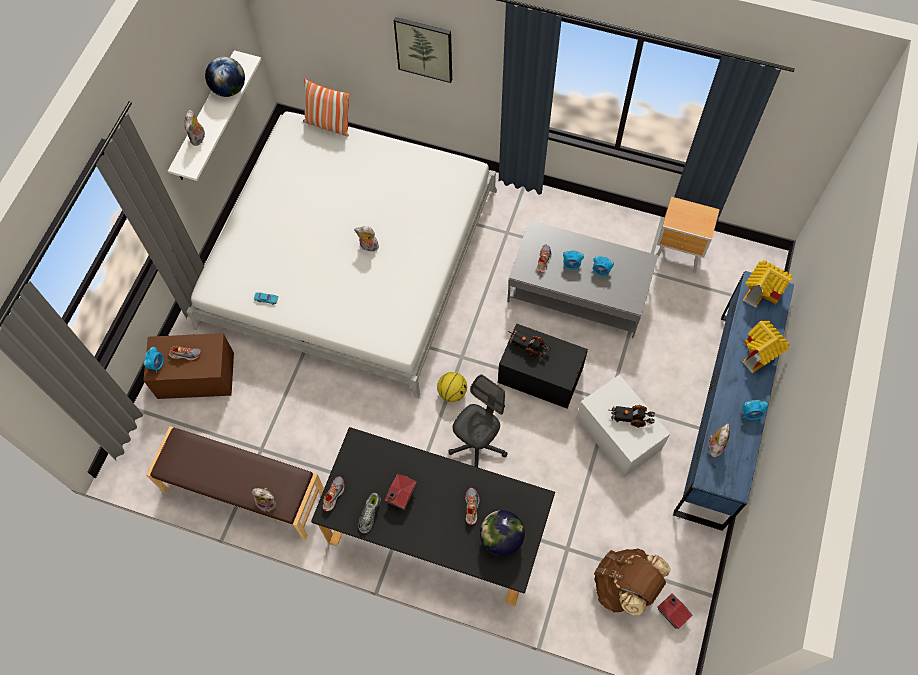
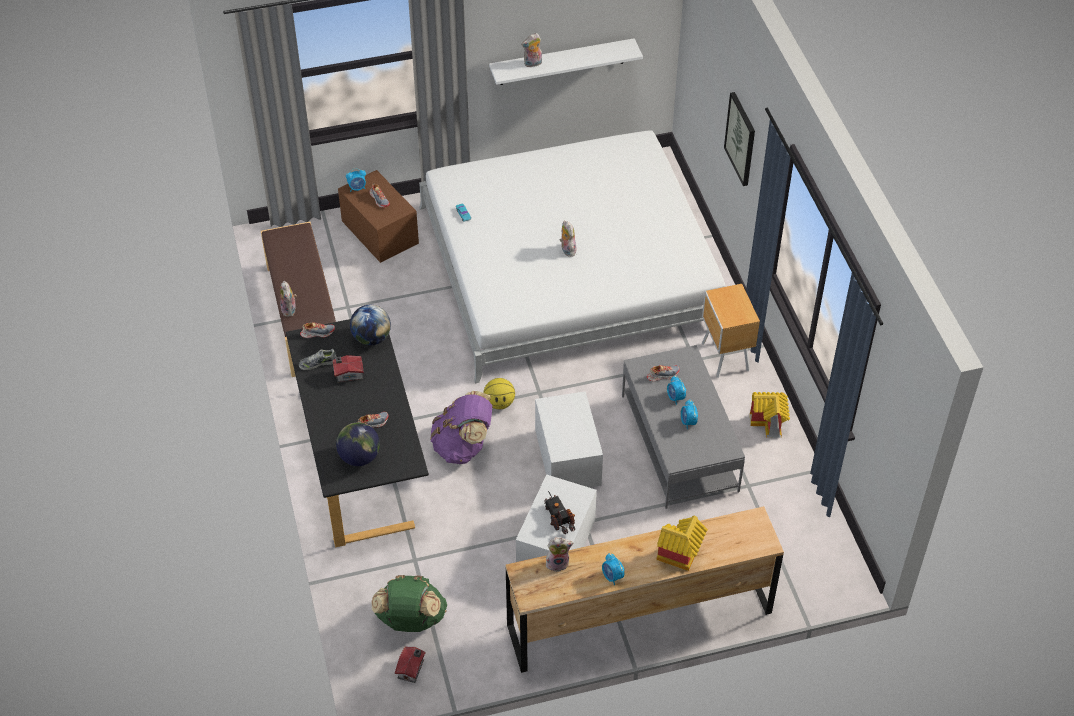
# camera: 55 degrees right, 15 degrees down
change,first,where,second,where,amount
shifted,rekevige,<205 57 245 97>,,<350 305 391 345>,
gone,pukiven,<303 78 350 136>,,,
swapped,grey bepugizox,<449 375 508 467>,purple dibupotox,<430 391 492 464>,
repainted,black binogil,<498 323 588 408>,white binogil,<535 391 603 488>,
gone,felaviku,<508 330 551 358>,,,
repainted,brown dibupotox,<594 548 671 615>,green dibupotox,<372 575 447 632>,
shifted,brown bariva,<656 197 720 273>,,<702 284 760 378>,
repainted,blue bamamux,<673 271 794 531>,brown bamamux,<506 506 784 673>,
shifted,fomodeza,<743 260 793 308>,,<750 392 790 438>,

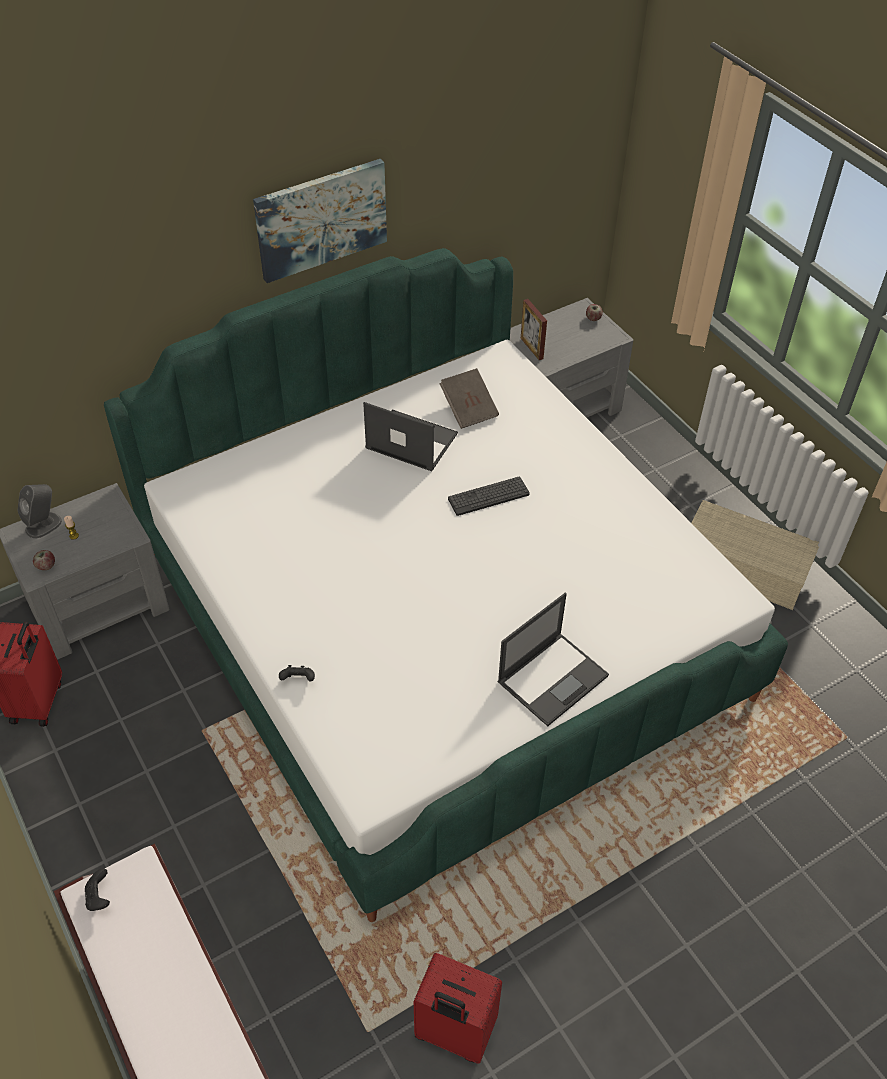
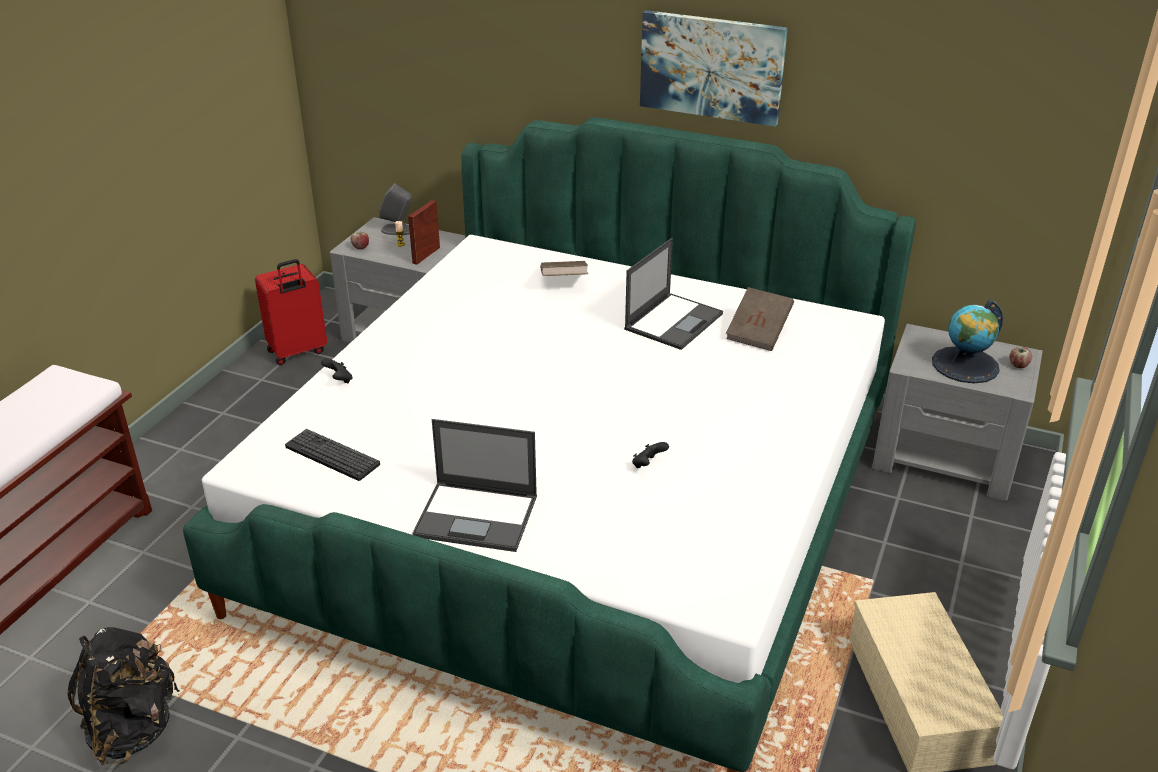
# camera: 55 degrees right, 15 degrees down
change,first,where,second,where,amount
shifted,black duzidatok,<85 868 110 911>,,<632 442 669 468>,
rotated,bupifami,<363 402 458 471>,,<624 238 723 350>,45 degrees clockwise
swapped,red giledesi,<414 953 502 1064>,black dibupotox,<67 627 179 765>,
shifted,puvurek,<448 477 530 516>,,<285 429 380 481>,
shifted,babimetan,<521 299 547 360>,,<408 200 440 265>,
new,,,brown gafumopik,<540 261 588 276>,
new,,,rekevige,<932 300 1003 384>,

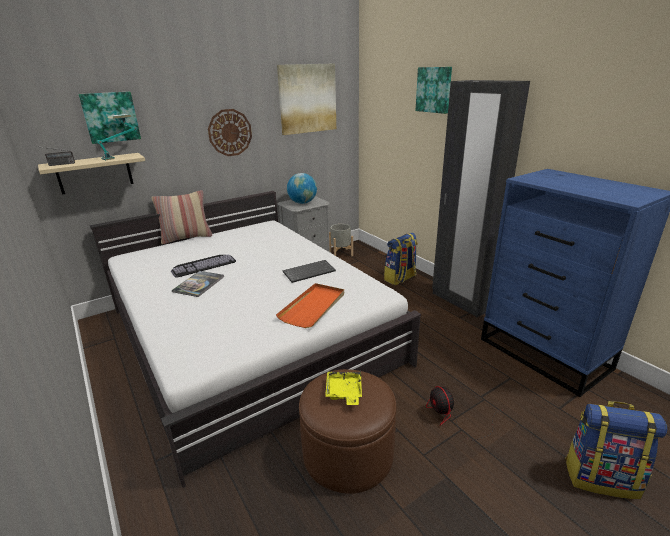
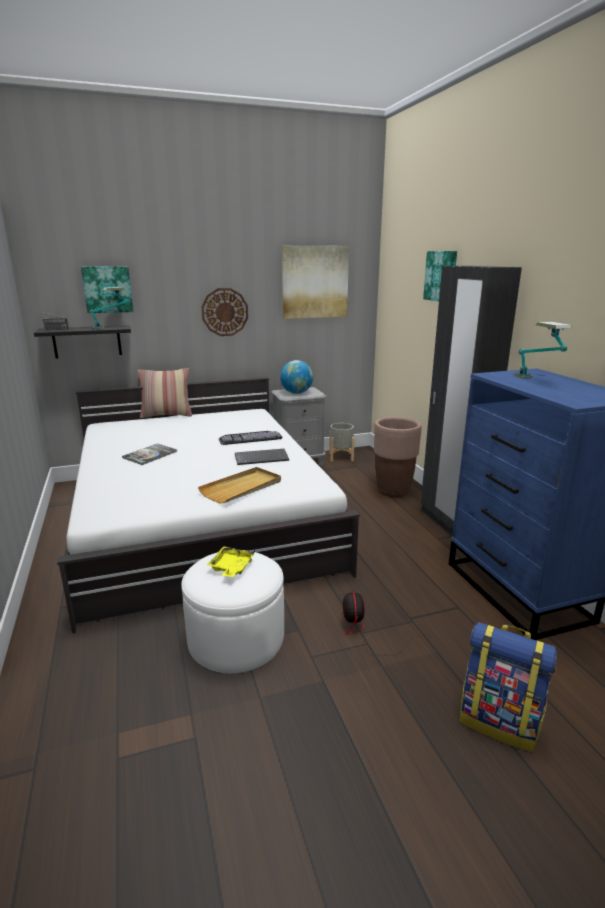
# camera: 15 degrees right, 5 degrees down
change,first,where,second,where,amount
repainted,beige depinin,<38 153 145 195>,black depinin,<34 325 131 358>,
shifted,puvurek,<171 254 236 277>,,<219 431 283 445>,
repainted,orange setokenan,<276 283 344 328>,beige setokenan,<198 467 281 504>,
repainted,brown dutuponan,<299 369 396 494>,white dutuponan,<181 550 284 673>,
swapped,dibupotox,<384 232 418 285>,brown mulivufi,<374 417 421 497>,
new,,,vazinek,<513 322 572 378>,

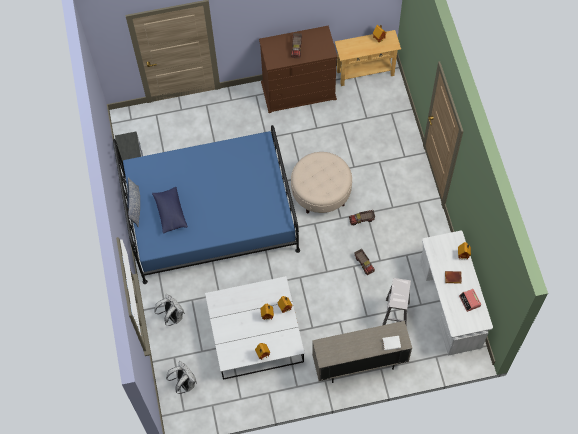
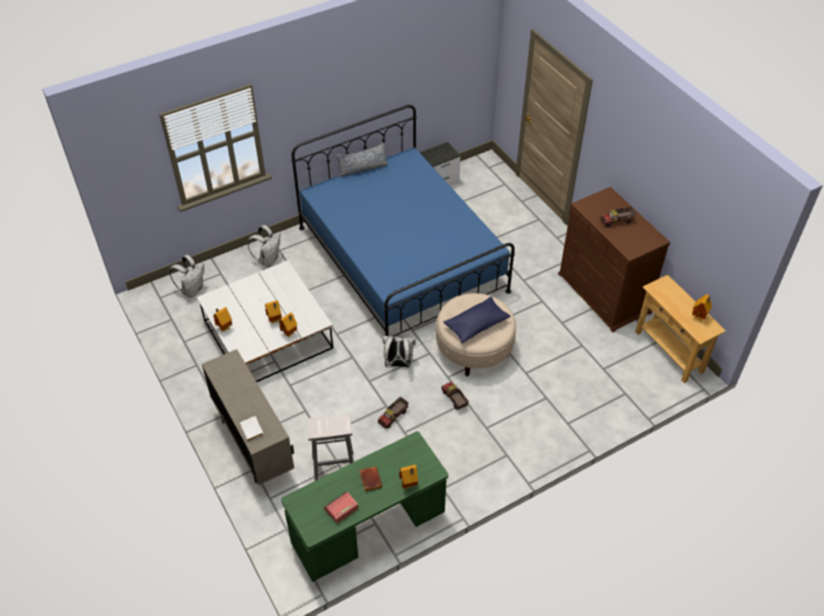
# camera: 70 degrees right, 15 degrees down
change,first,where,second,where,amount
shifted,blue pukiven,<152 187 188 234>,,<443 296 511 343>,
repainted,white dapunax,<420 231 493 355>,green dapunax,<281 431 448 582>,
new,,,white dibupotox,<382 336 416 368>,

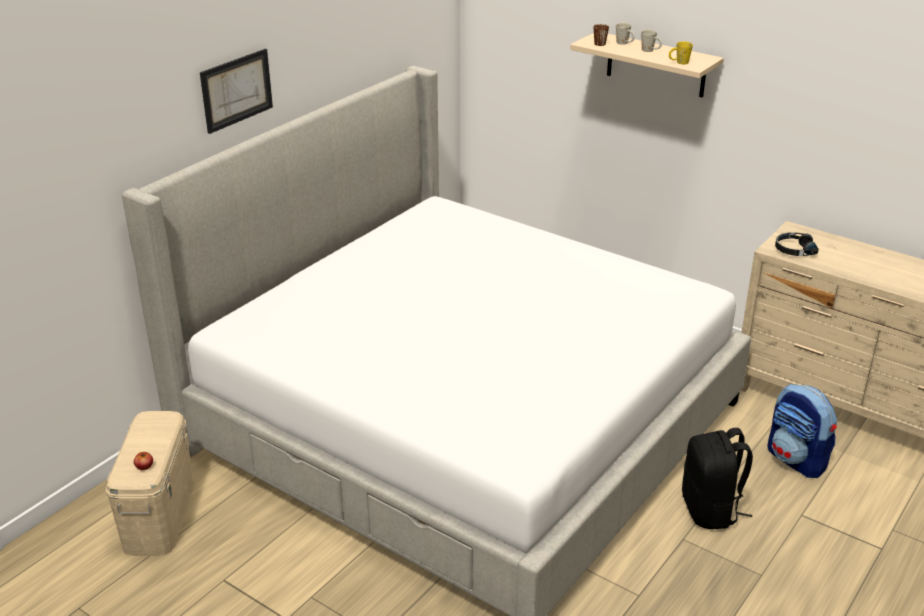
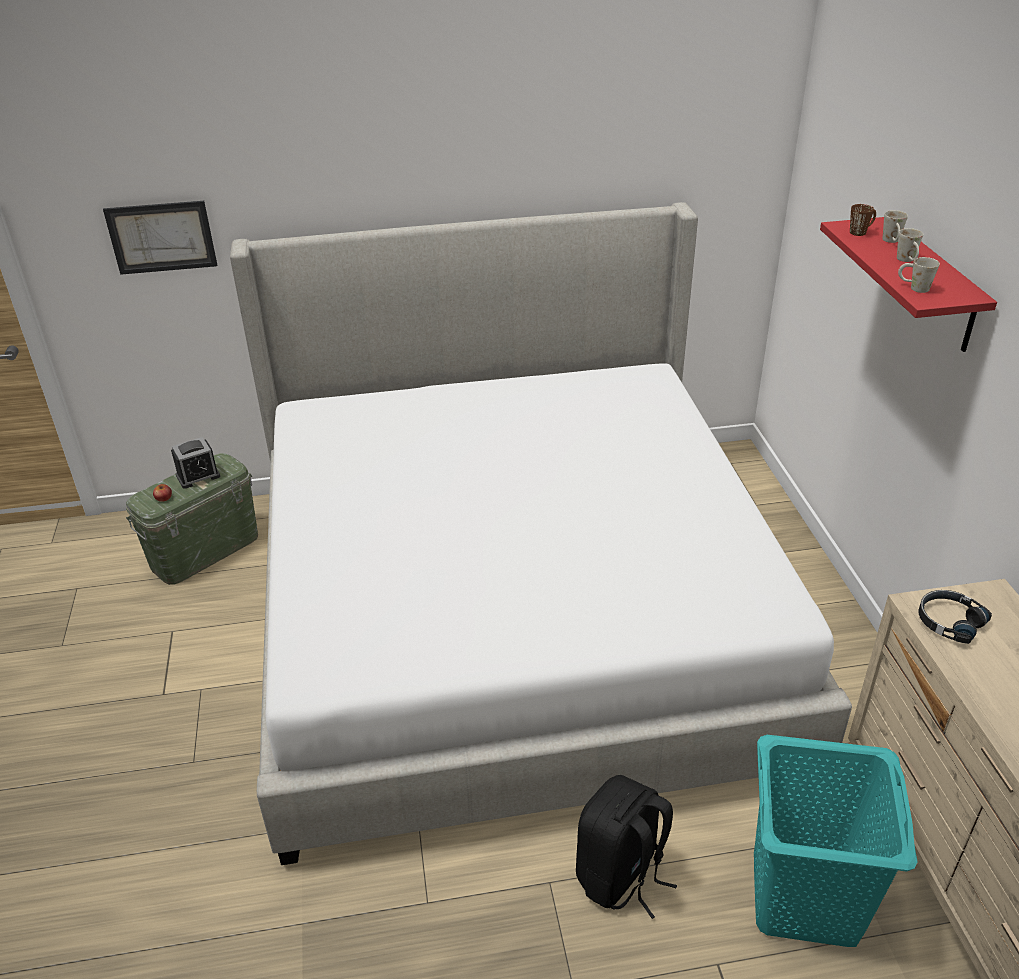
# camera: 45 degrees right, 5 degrees up
change,first,where,second,where,amount
repainted,beige binogil,<106 411 193 556>,green binogil,<126 453 258 585>,
shifted,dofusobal,<200 49 273 134>,,<103 201 217 275>,
repainted,beige depinin,<570 33 724 98>,red depinin,<820 217 997 352>,
repainted,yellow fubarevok,<669 42 693 64>,white fubarevok,<898 257 940 293>,
swapped,dibupotox,<767 384 837 478>,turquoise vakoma,<754 735 918 947>,
new,,,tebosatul,<171 437 220 489>,

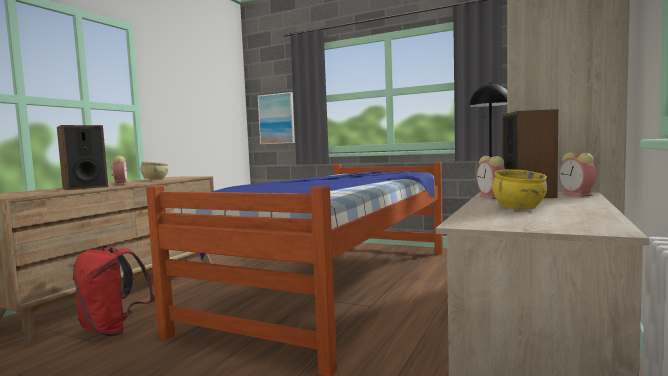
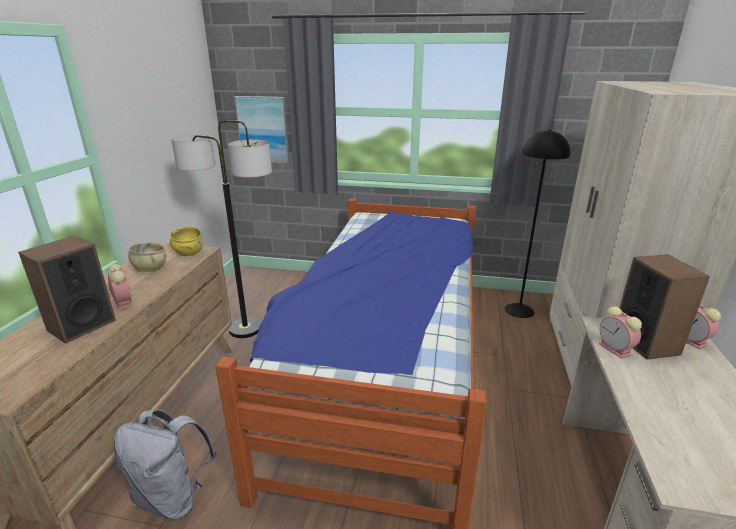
# camera: 15 degrees left, 20 degrees up
change,first,where,second,where,amount
repainted,red dibupotox,<73 245 155 336>,grey dibupotox,<113 409 217 520>,
shifted,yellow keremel,<492 169 547 210>,,<170 226 204 256>,
new,,,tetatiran,<171 120 272 338>,

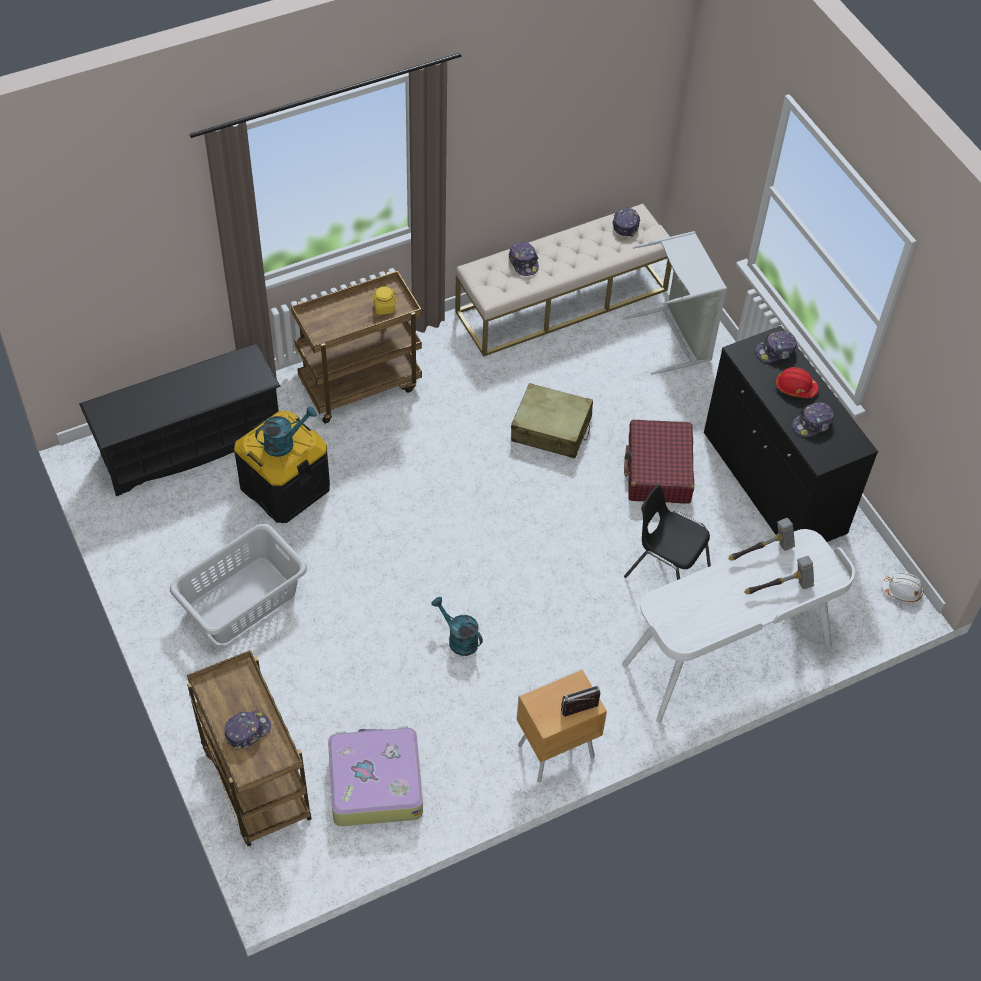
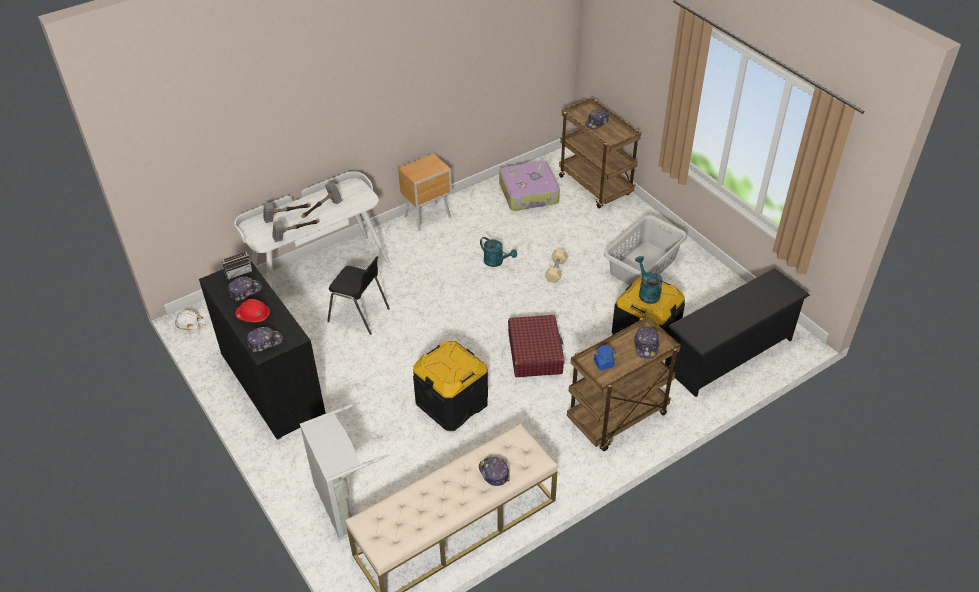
# camera: 175 degrees right, 10 degrees down
change,first,where,second,where,amount
rotated,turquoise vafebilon,<255 406 317 457>,,<635 256 663 304>,105 degrees clockwise
repainted,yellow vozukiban,<371 286 397 315>,blue vozukiban,<593 345 615 370>,
swapped,beige giledesi,<511 383 593 458>,black binogil,<413 341 488 431>,
shifted,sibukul,<561 685 600 717>,,<222 247 252 280>,
shifted,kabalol,<612 207 640 237>,,<634 327 660 359>,
shifted,red giledesi,<624 420 694 504>,,<508 315 564 377>,
new,,,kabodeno,<301 181 342 218>,
new,,,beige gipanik,<545 249 568 283>,

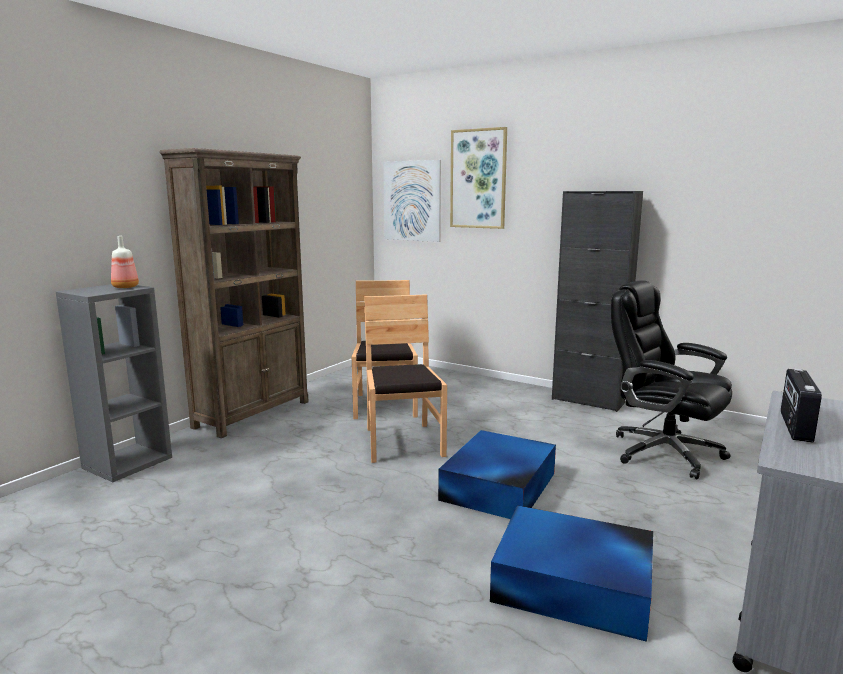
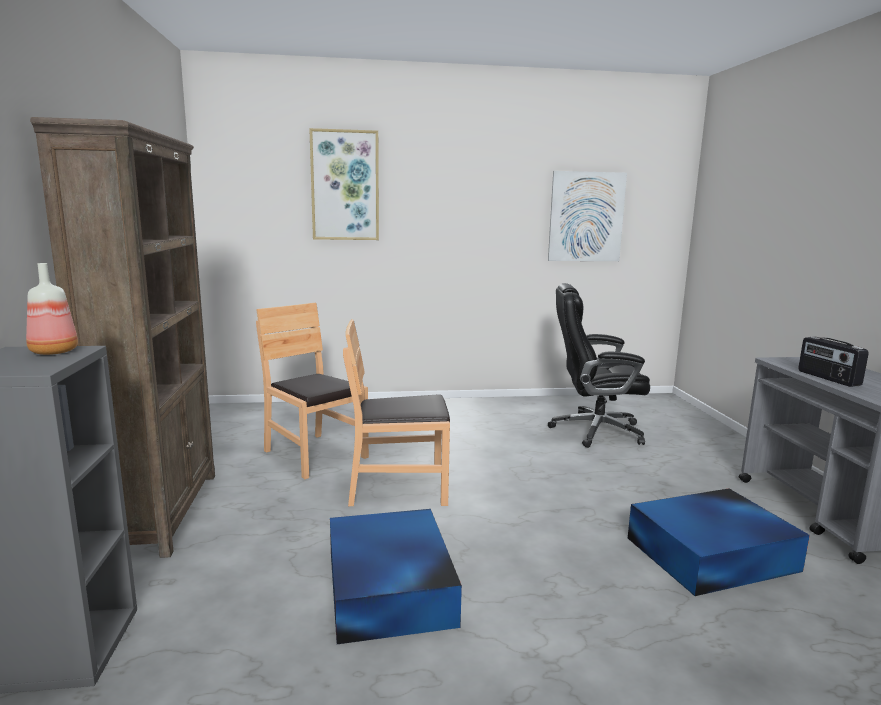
# camera: 40 degrees left, 0 degrees up
change,first,where,second,where,amount
rotated,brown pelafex,<364 294 447 463>,,<343 319 450 506>,45 degrees counterclockwise
shifted,dofusobal,<383 160 441 242>,,<548 171 627 261>,
shifted,blue binogil,<438 430 556 519>,,<330 509 462 644>,
gone,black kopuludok,<552 191 643 412>,,,

